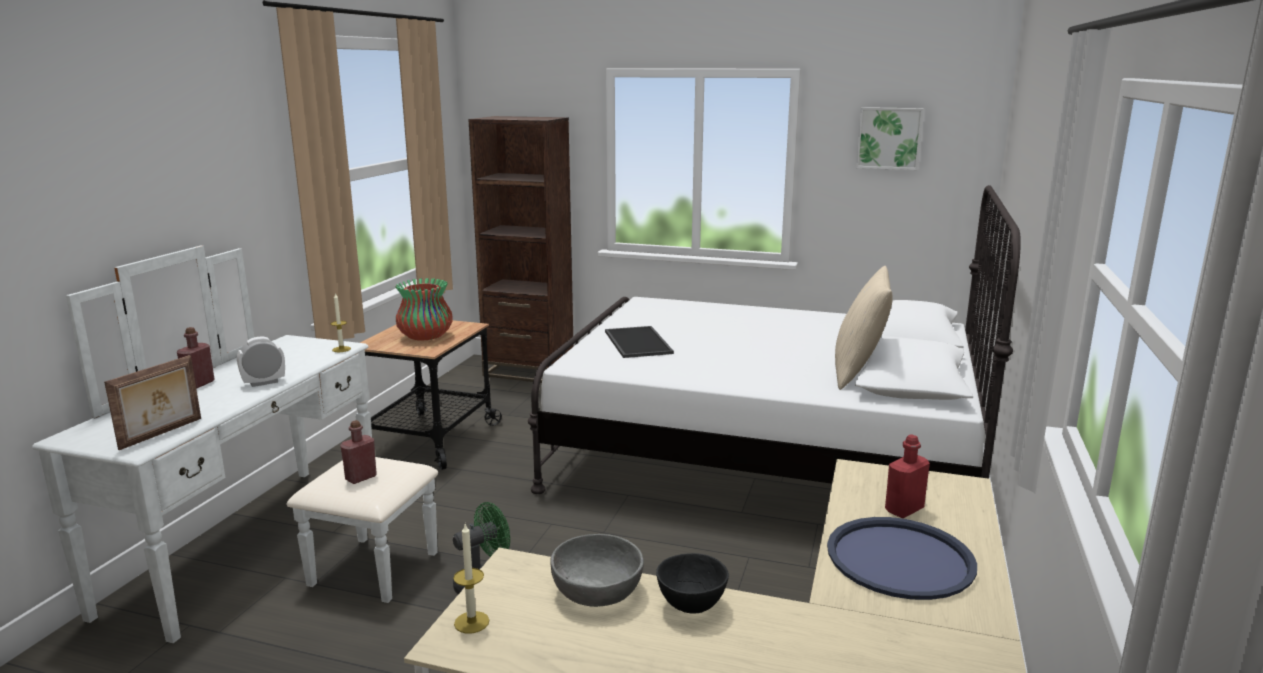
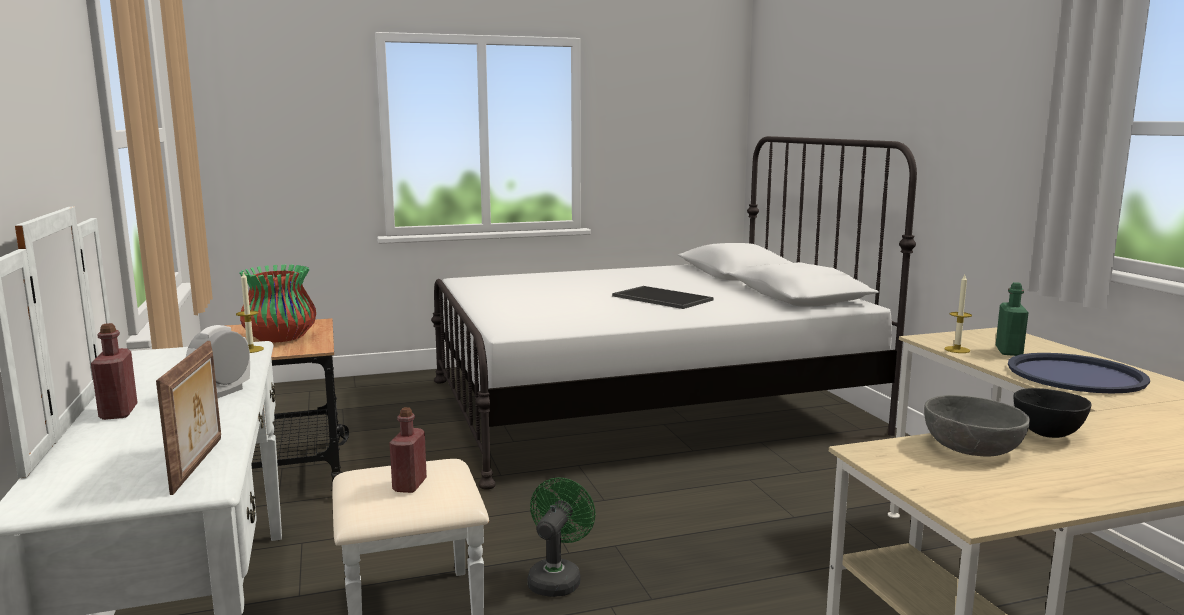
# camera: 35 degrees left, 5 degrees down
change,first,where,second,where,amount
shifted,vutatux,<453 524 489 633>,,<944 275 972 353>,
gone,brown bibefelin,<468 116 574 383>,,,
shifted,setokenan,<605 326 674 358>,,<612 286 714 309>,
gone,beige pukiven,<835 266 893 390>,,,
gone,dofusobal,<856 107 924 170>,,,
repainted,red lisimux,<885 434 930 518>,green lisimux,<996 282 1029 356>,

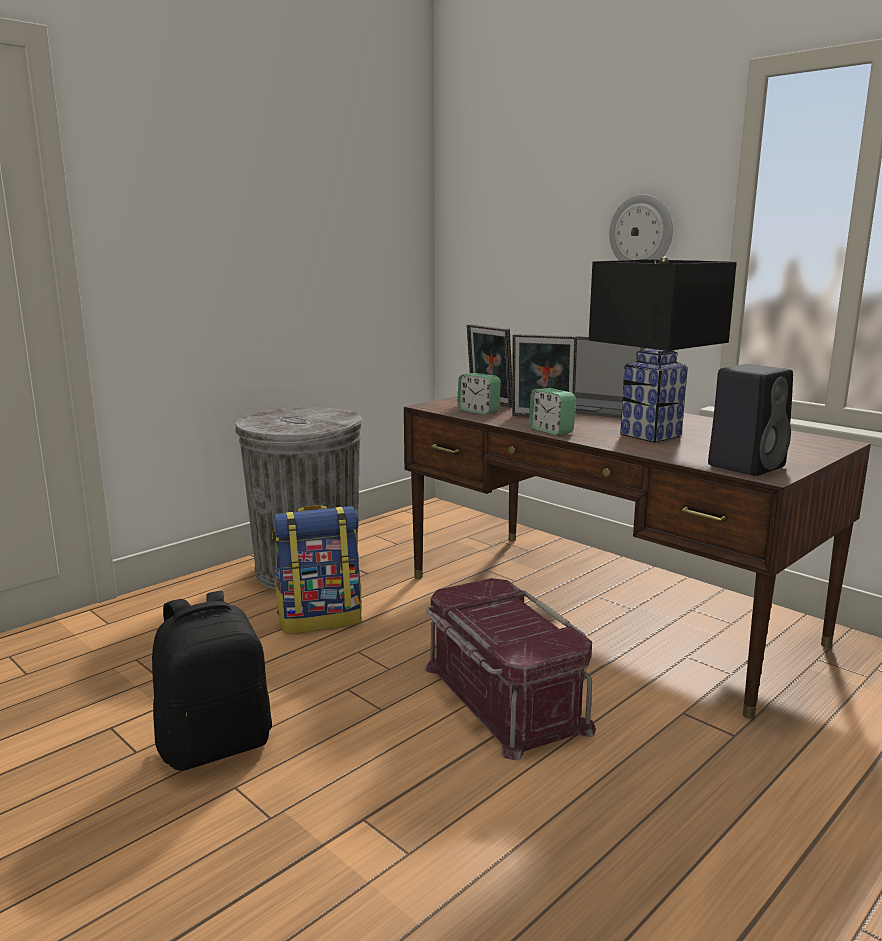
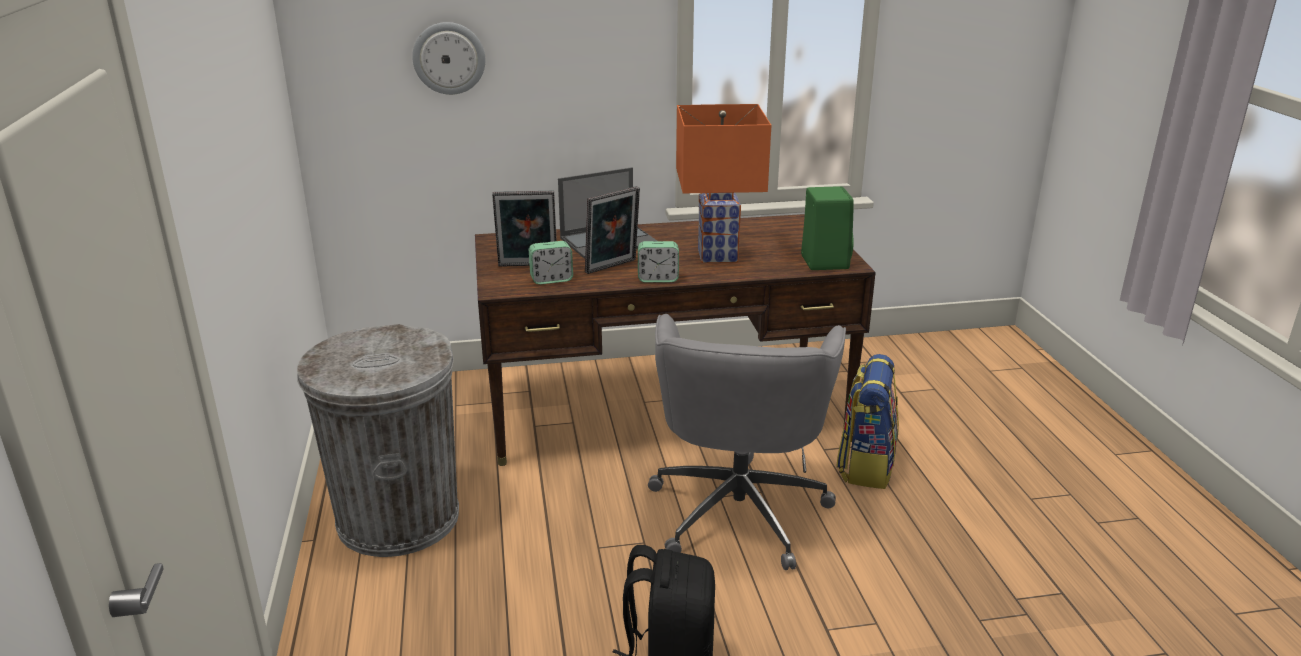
# camera: 55 degrees left, 10 degrees up
change,first,where,second,where,amount
shifted,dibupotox,<272 505 361 634>,,<836 354 899 489>,
swapped,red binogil,<424 578 596 760>,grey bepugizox,<648 314 846 570>,
repainted,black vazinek,<589 257 737 443>,orange vazinek,<676 104 771 263>,
shifted,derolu,<609 194 673 261>,,<412 22 485 95>,
repainted,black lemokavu,<708 364 793 476>,green lemokavu,<801 186 854 270>,

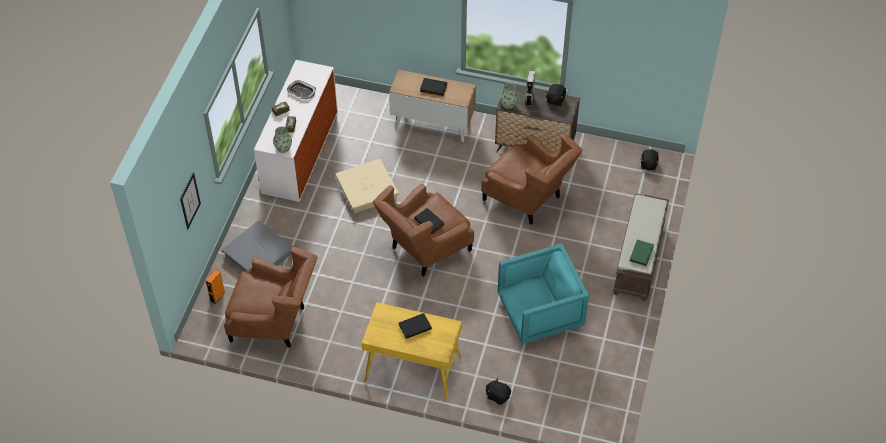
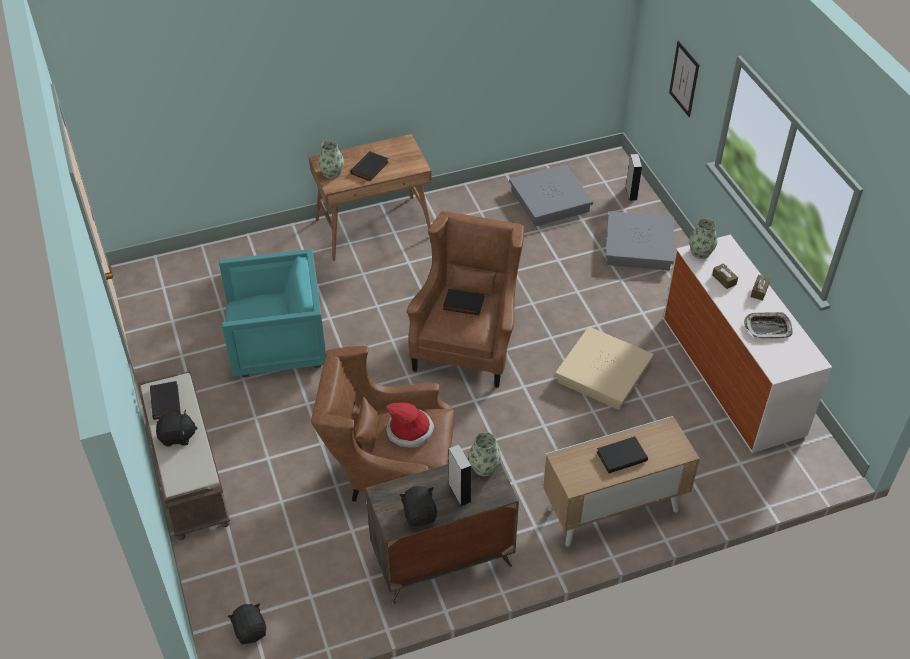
# camera: 145 degrees right, 5 degrees down
change,first,where,second,where,amount
repainted,orange lemokavu,<206 269 225 304>,grey lemokavu,<625 154 642 201>,
swapped,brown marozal,<224 247 317 348>,grey binogil,<509 164 593 226>,
repainted,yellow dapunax,<362 302 462 401>,brown dapunax,<309 134 432 261>,
shifted,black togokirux,<486 378 511 405>,,<156 410 197 446>,
rotated,turquoise marozal,<498 243 589 344>,,<219 249 326 377>,135 degrees counterclockwise
repainted,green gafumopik,<629 239 654 266>,black gafumopik,<150 381 181 420>,
new,,,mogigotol,<318 140 344 179>,
new,,,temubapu,<386 403 434 448>,

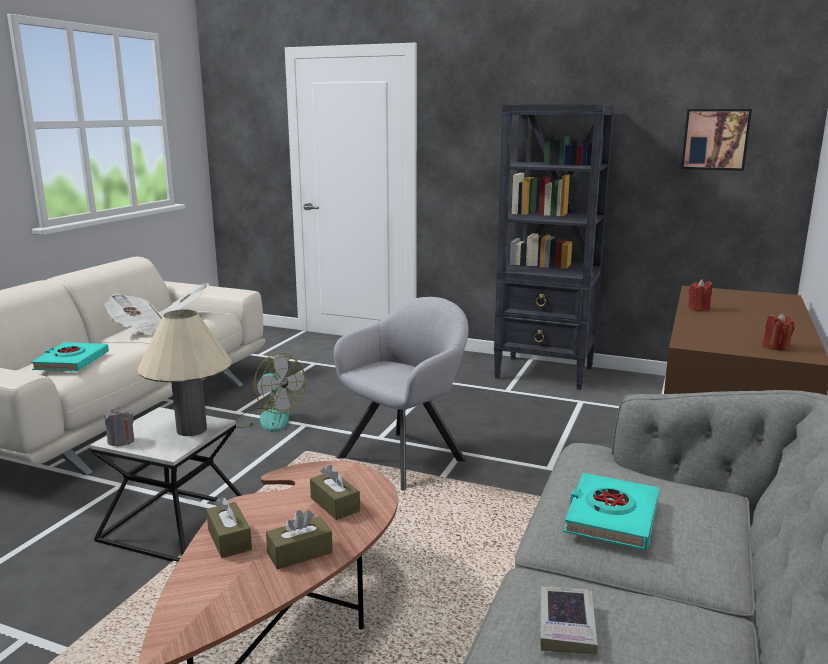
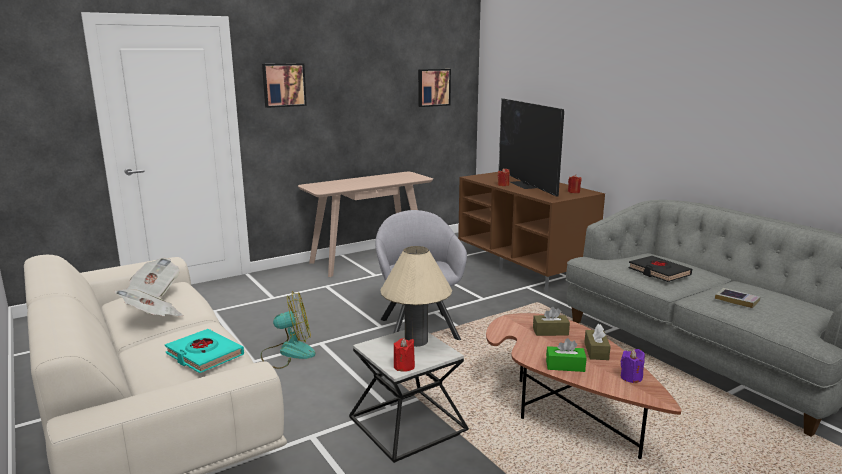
# camera: 55 degrees left, 0 degrees up
change,first,where,second,where,amount
repainted,grey vutatux,<104 406 134 447>,red vutatux,<394 338 415 371>,
repainted,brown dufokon,<206 497 252 558>,green dufokon,<546 338 586 372>,
swapped,black bibefelin,<494 104 614 390>,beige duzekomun,<298 172 433 277>,
repainted,turquoise gafumopik,<563 473 659 550>,black gafumopik,<628 256 692 282>,
new,,,dofusobal,<262 63 307 108>,
new,,,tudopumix,<499 98 564 197>,
new,,,purple vutatux,<621 349 645 383>,

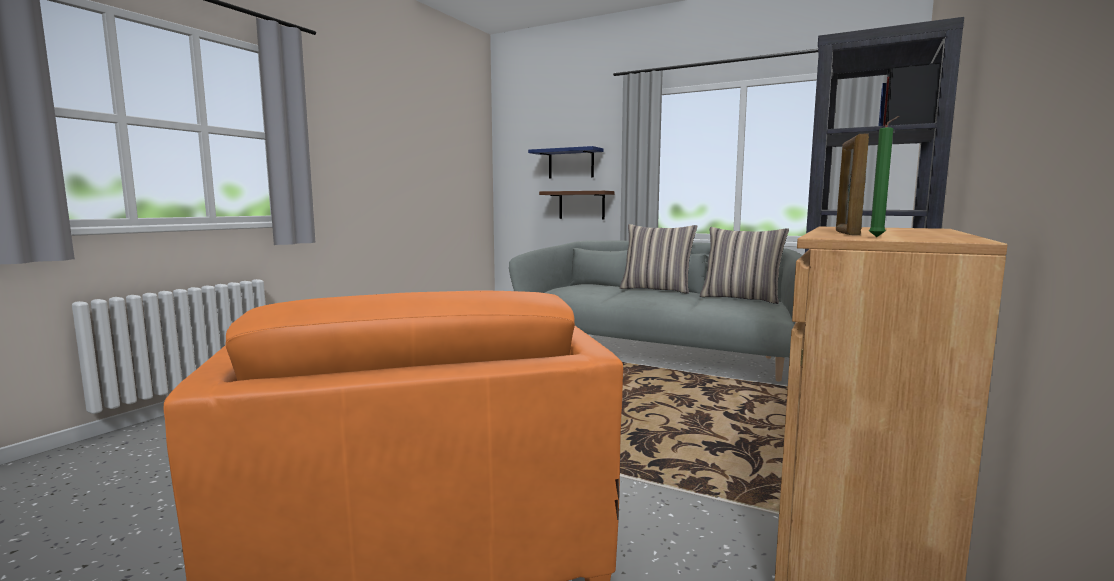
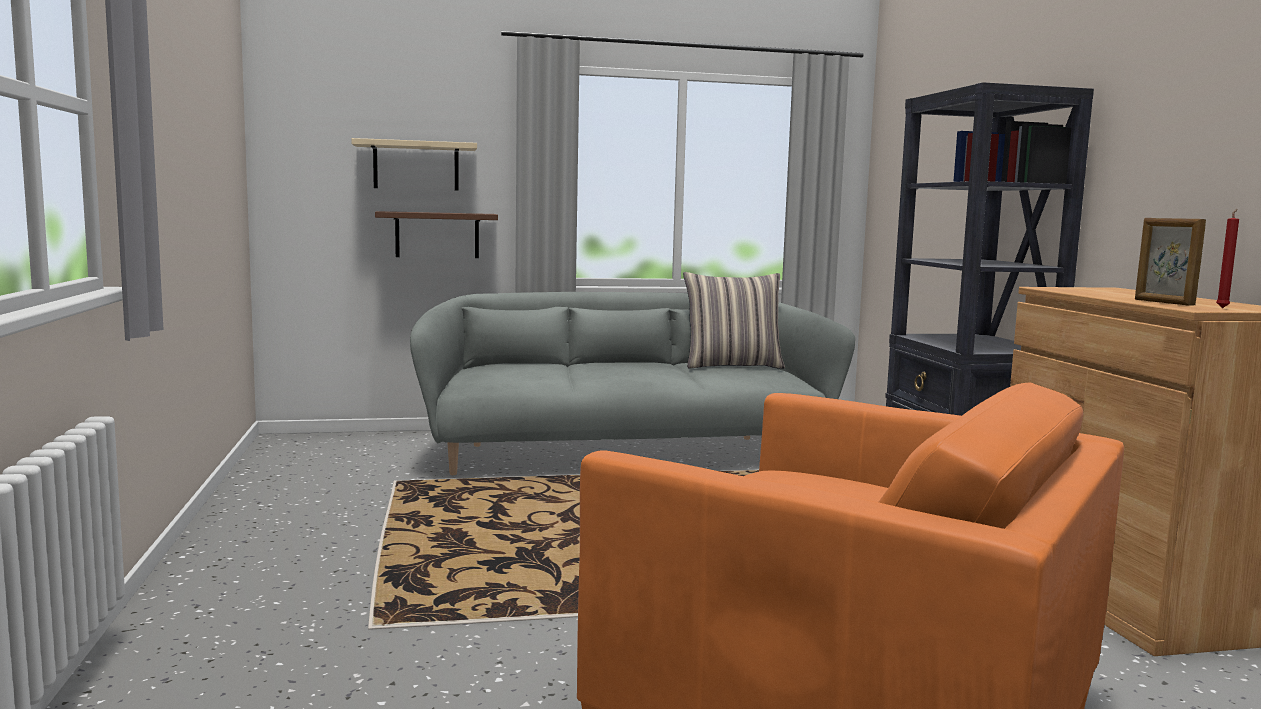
# camera: 40 degrees left, 0 degrees up
change,first,where,second,where,amount
repainted,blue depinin,<528 146 604 178>,beige depinin,<351 138 477 191>,
gone,pukiven,<620 224 697 294>,,,
repainted,green vutatux,<869 116 899 237>,red vutatux,<1216 209 1239 308>,

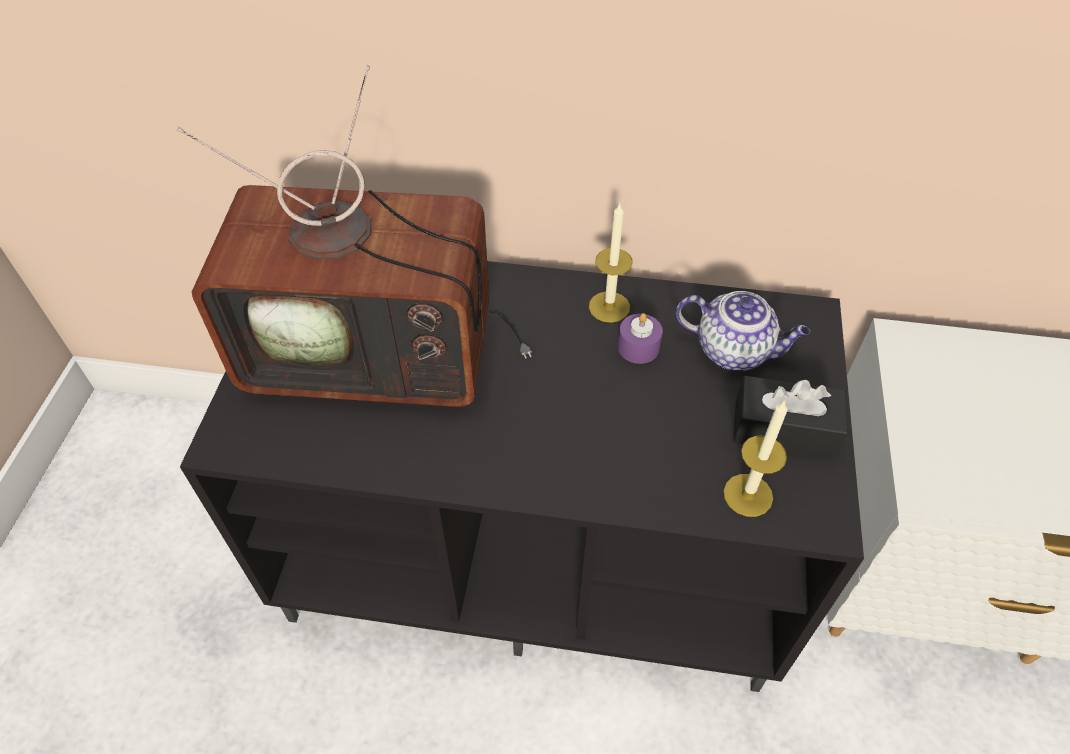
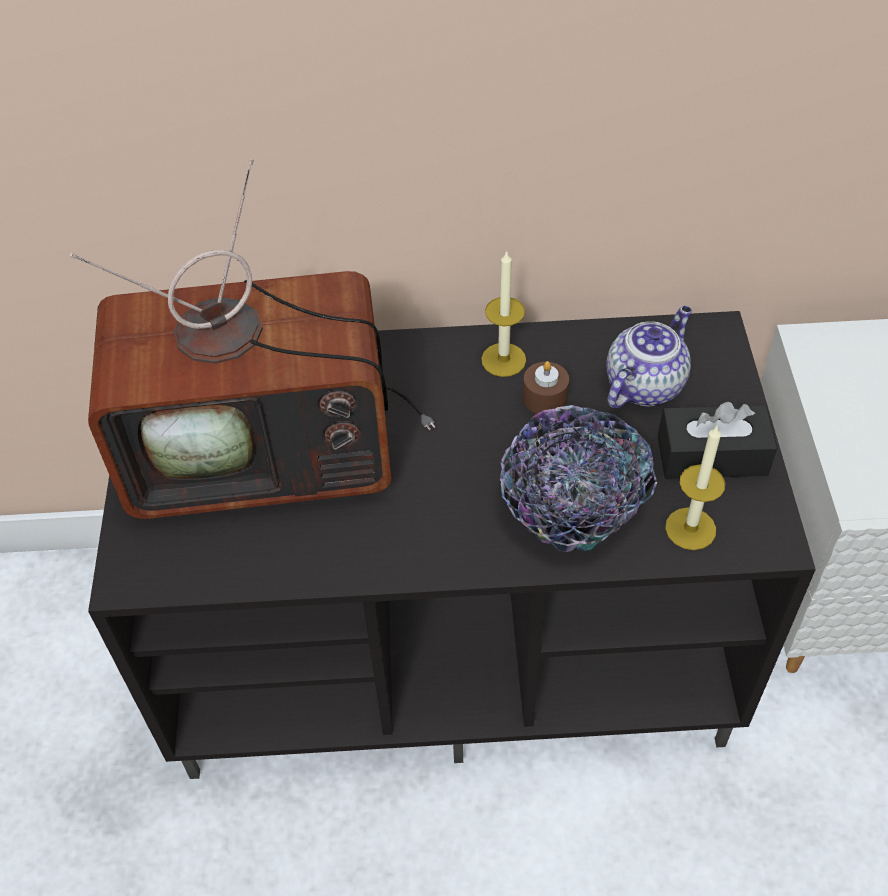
# camera: 10 degrees left, 0 degrees up
change,first,where,second,where,amount
repainted,purple vutatux,<618 313 663 364>,brown vutatux,<523 361 569 414>,
rotated,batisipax,<676 291 810 371>,,<606 306 692 408>,60 degrees counterclockwise
new,,,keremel,<500 405 657 552>,

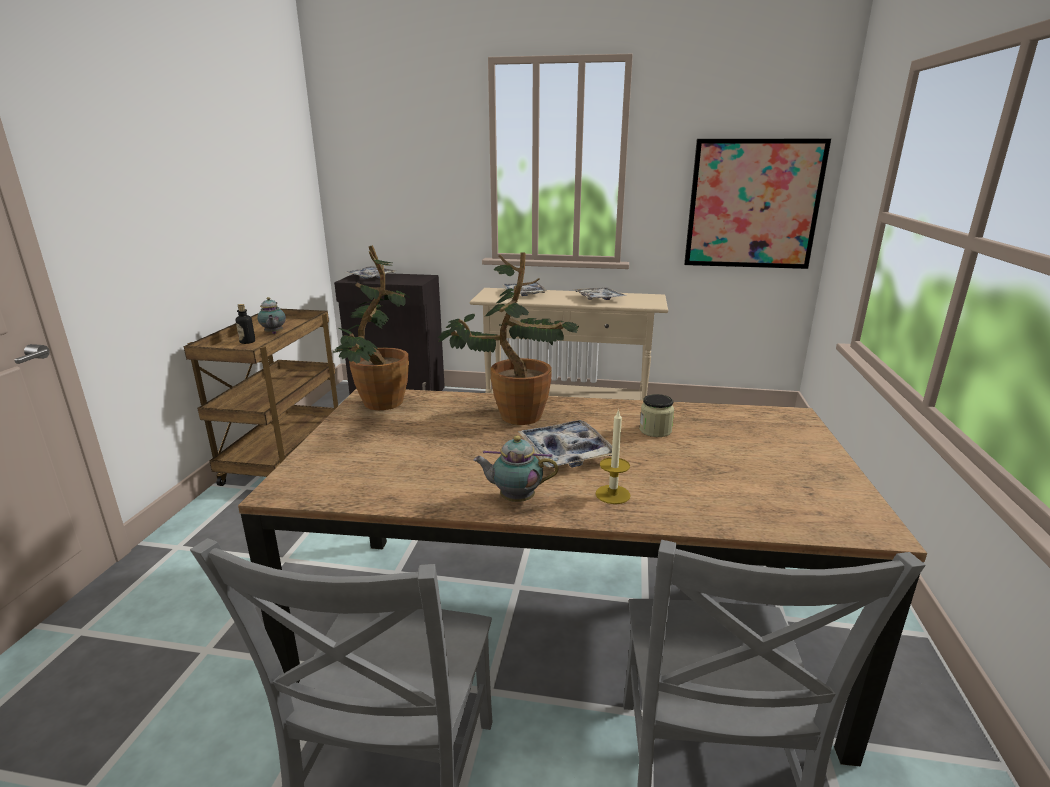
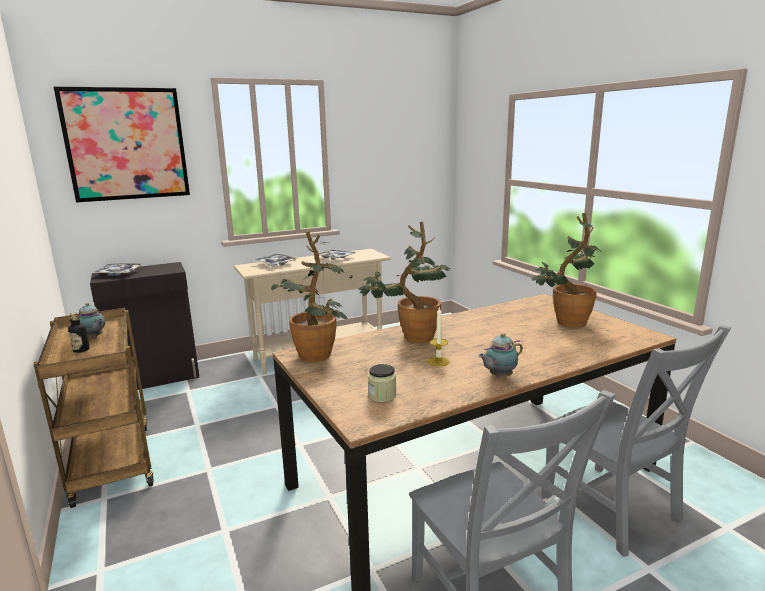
# camera: 35 degrees left, 5 degrees down
change,first,where,second,where,amount
gone,setokenan,<518 420 612 468>,,,
shifted,vutatux,<595 409 631 504>,,<428 306 450 366>,
shifted,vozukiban,<640 394 674 437>,,<368 364 396 403>,
shifted,dofusobal,<684 139 831 269>,,<53 86 190 202>,
new,,,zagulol,<532 213 603 328>,

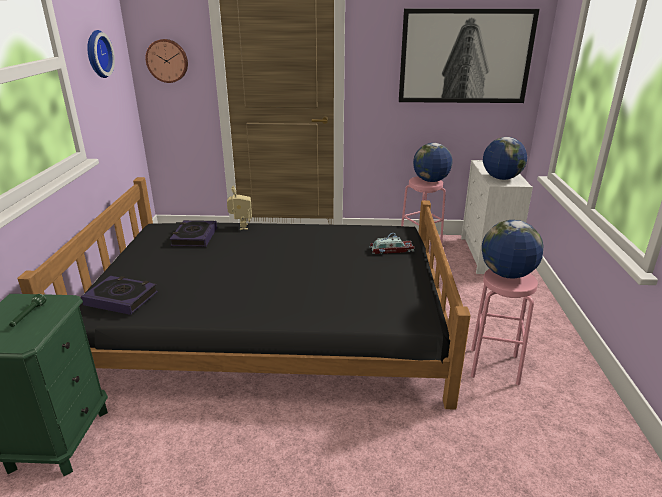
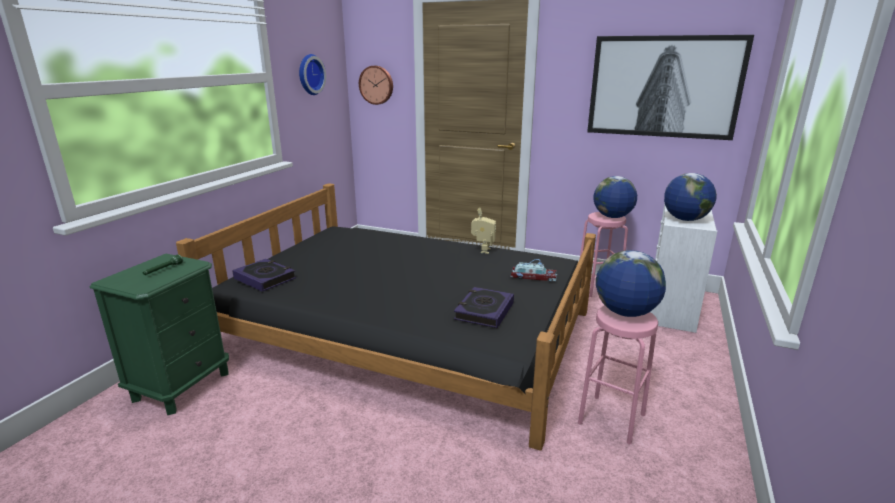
# camera: 20 degrees right, 5 degrees down
change,first,where,second,where,amount
shifted,gafumopik,<170 220 217 247>,,<454 287 514 328>,
shifted,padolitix,<227 186 252 230>,,<471 208 496 254>,

